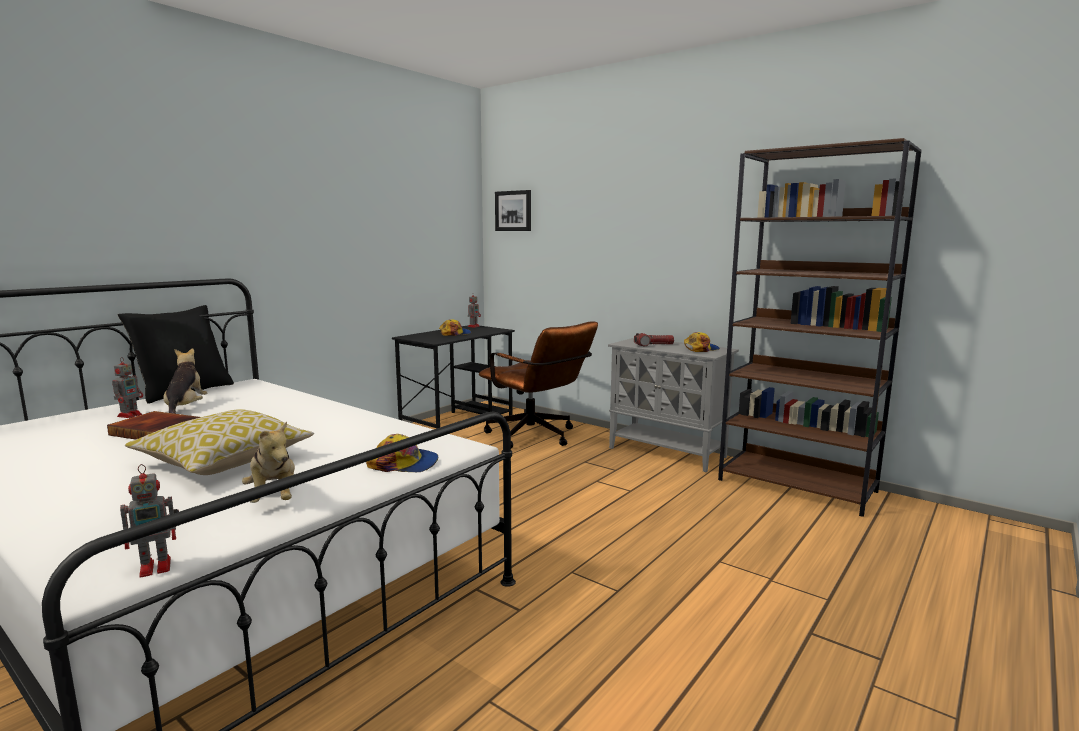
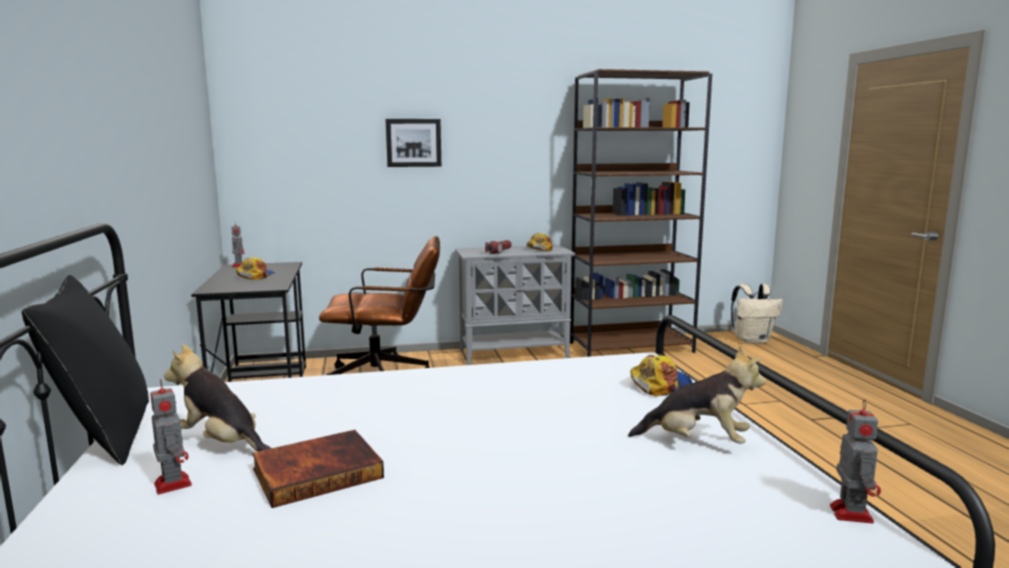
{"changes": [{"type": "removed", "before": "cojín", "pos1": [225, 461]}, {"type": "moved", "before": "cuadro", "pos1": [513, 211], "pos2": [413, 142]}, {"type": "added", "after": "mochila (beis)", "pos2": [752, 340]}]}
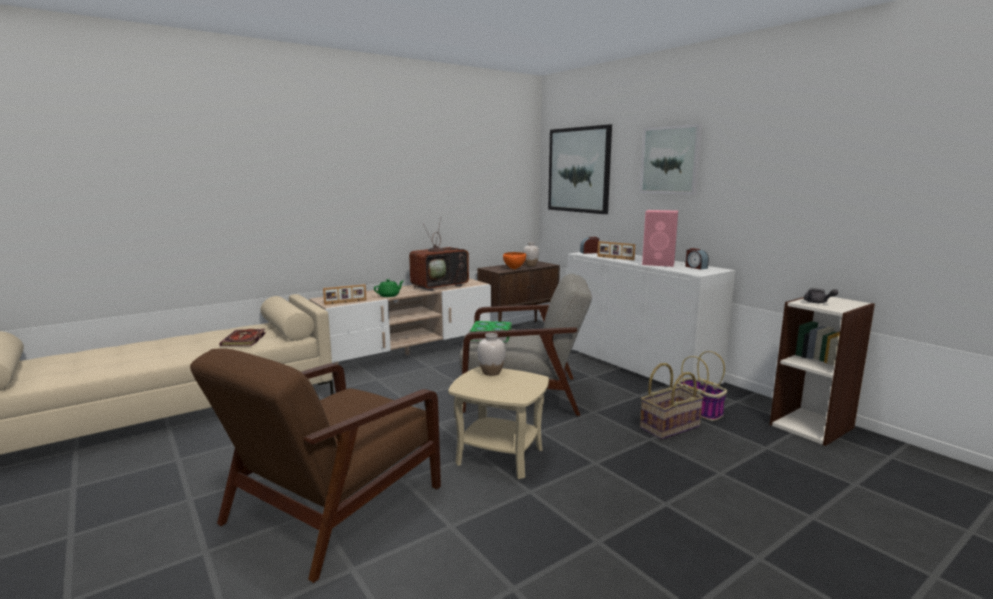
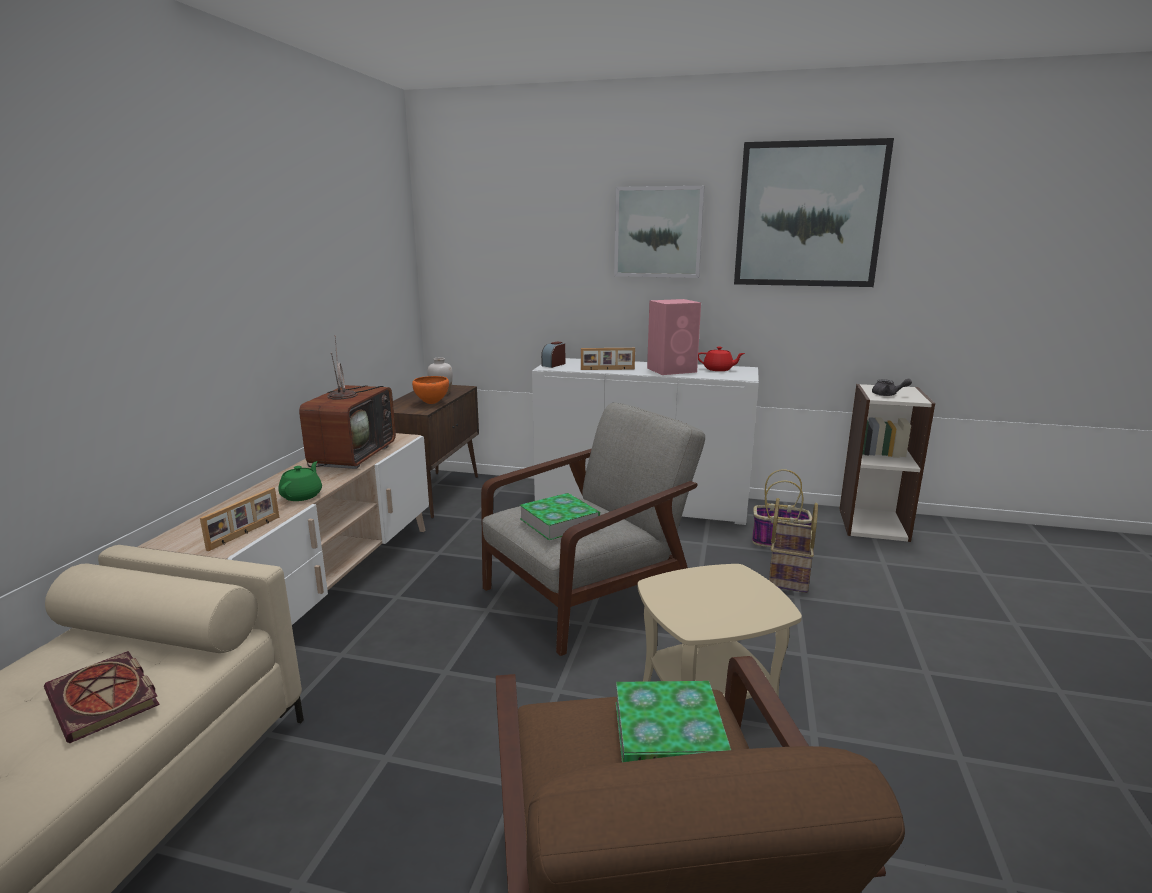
{"changes": [{"type": "removed", "before": "florero (blanco)", "pos1": [491, 372]}, {"type": "moved", "before": "cuadro", "pos1": [579, 170], "pos2": [808, 215]}, {"type": "replaced", "before": "despertador", "after": "tetera (rojo)", "pos1": [695, 267], "pos2": [718, 369]}, {"type": "added", "after": "libro", "pos2": [668, 737]}]}
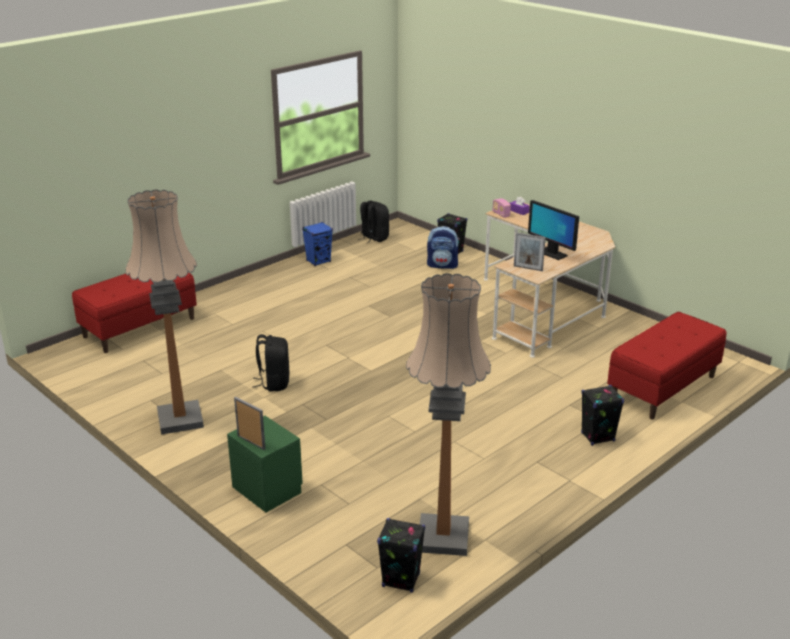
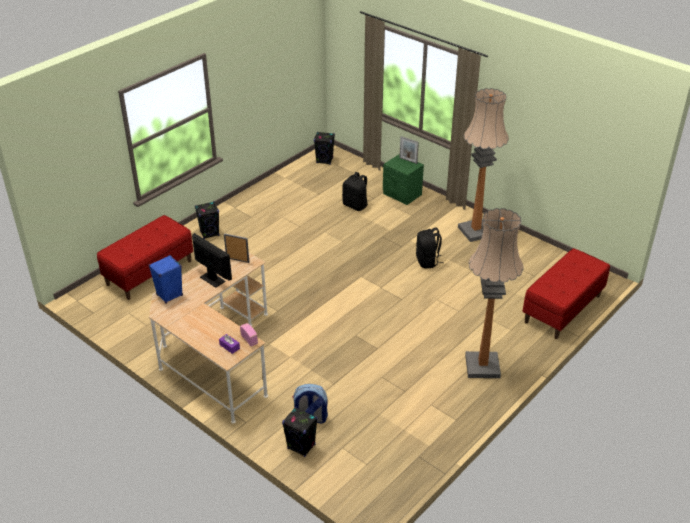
{"changes": [{"type": "moved", "before": "altavoz (azul)", "pos1": [318, 261], "pos2": [169, 295]}, {"type": "moved", "before": "mochila (negro)", "pos1": [373, 238], "pos2": [355, 205]}, {"type": "moved", "before": "lámpara de pie", "pos1": [443, 537], "pos2": [482, 366]}]}
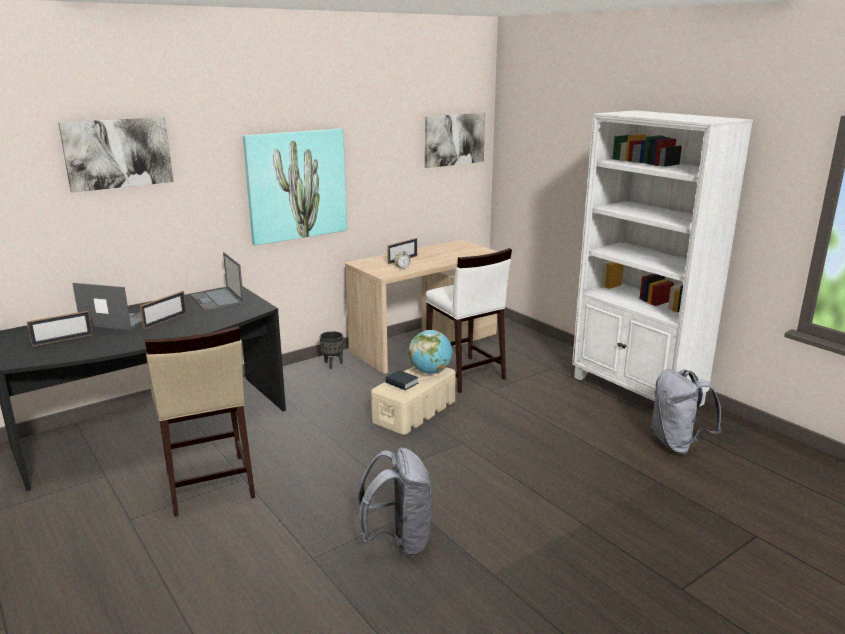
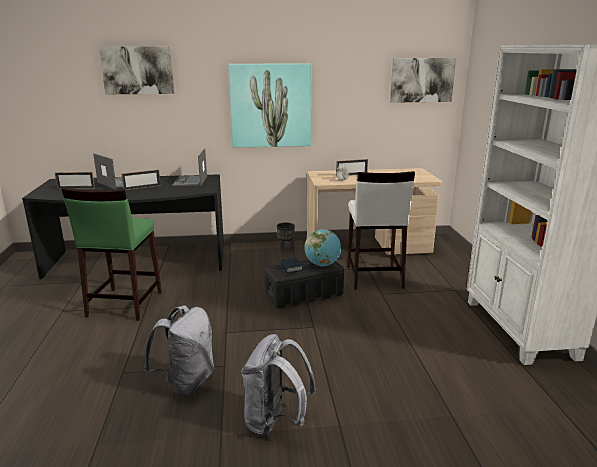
{"changes": [{"type": "recoloured", "before": "taburete (beis)", "after": "taburete (verde)", "pos1": [208, 485], "pos2": [124, 304]}, {"type": "recoloured", "before": "caja de almacenaje (beis)", "after": "caja de almacenaje (negro)", "pos1": [414, 412], "pos2": [303, 294]}, {"type": "moved", "before": "mochila (gris)", "pos1": [677, 444], "pos2": [275, 422]}]}
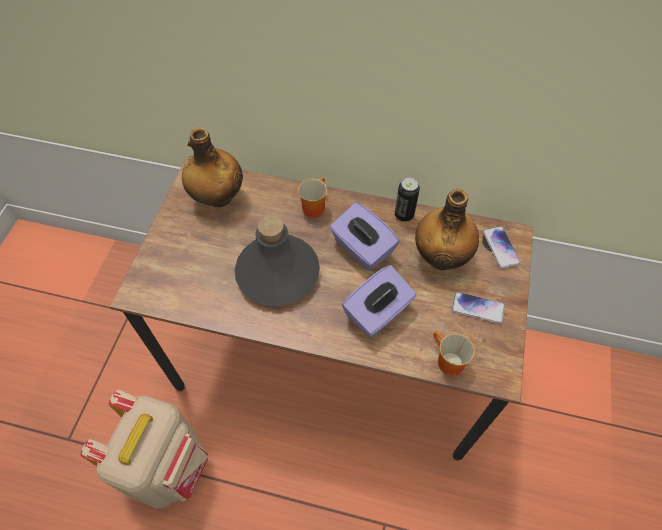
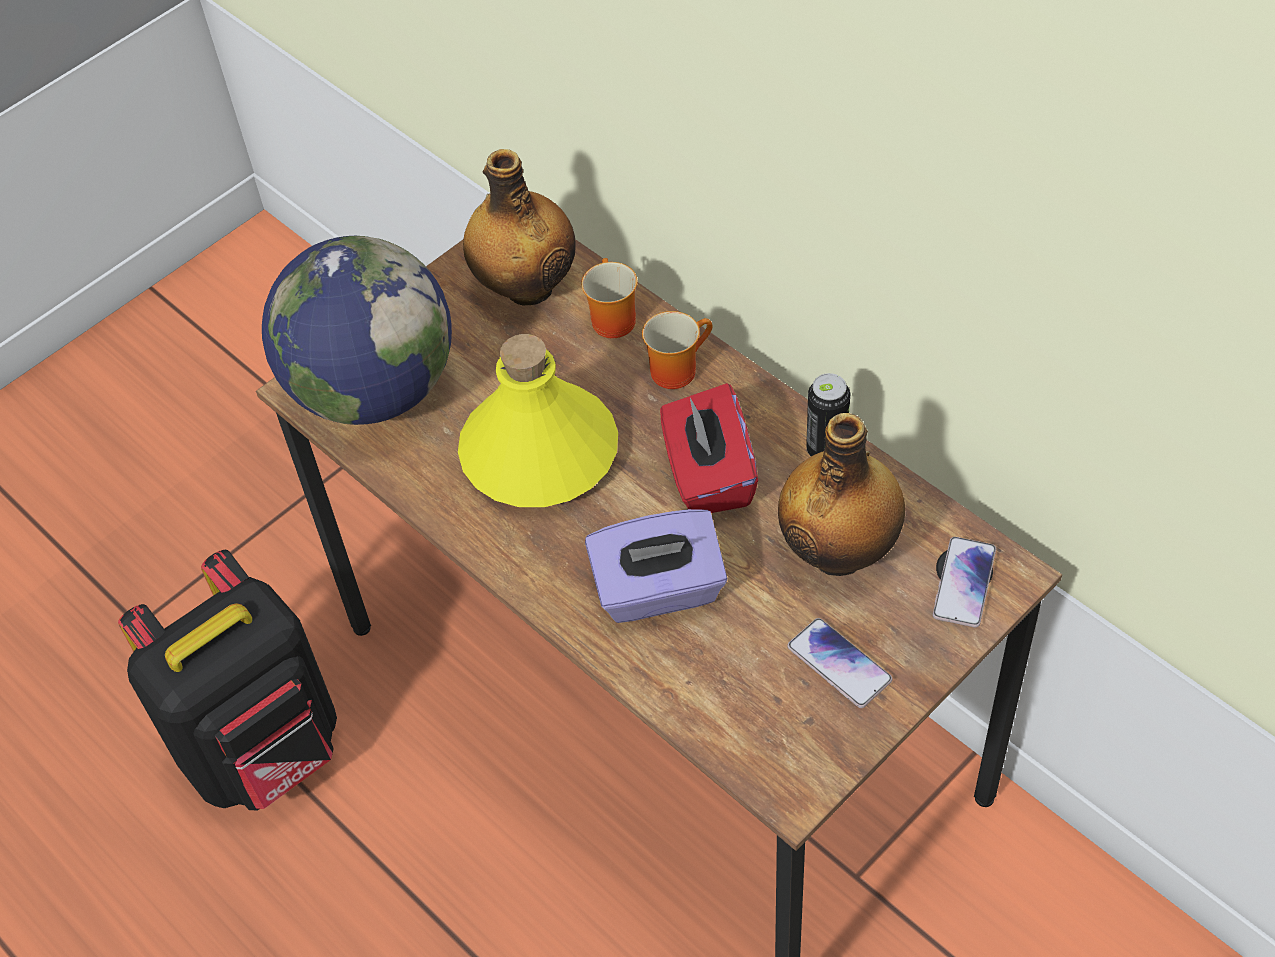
{"changes": [{"type": "recoloured", "before": "mochila (beis)", "after": "mochila (negro)", "pos1": [168, 467], "pos2": [266, 751]}, {"type": "recoloured", "before": "botella (gris)", "after": "botella (amarillo)", "pos1": [278, 273], "pos2": [541, 452]}, {"type": "recoloured", "before": "caja de pañuelos (morado)", "after": "caja de pañuelos (rojo)", "pos1": [362, 249], "pos2": [708, 475]}, {"type": "moved", "before": "taza grande", "pos1": [446, 361], "pos2": [609, 318]}, {"type": "added", "after": "globo terráqueo", "pos2": [373, 390]}]}
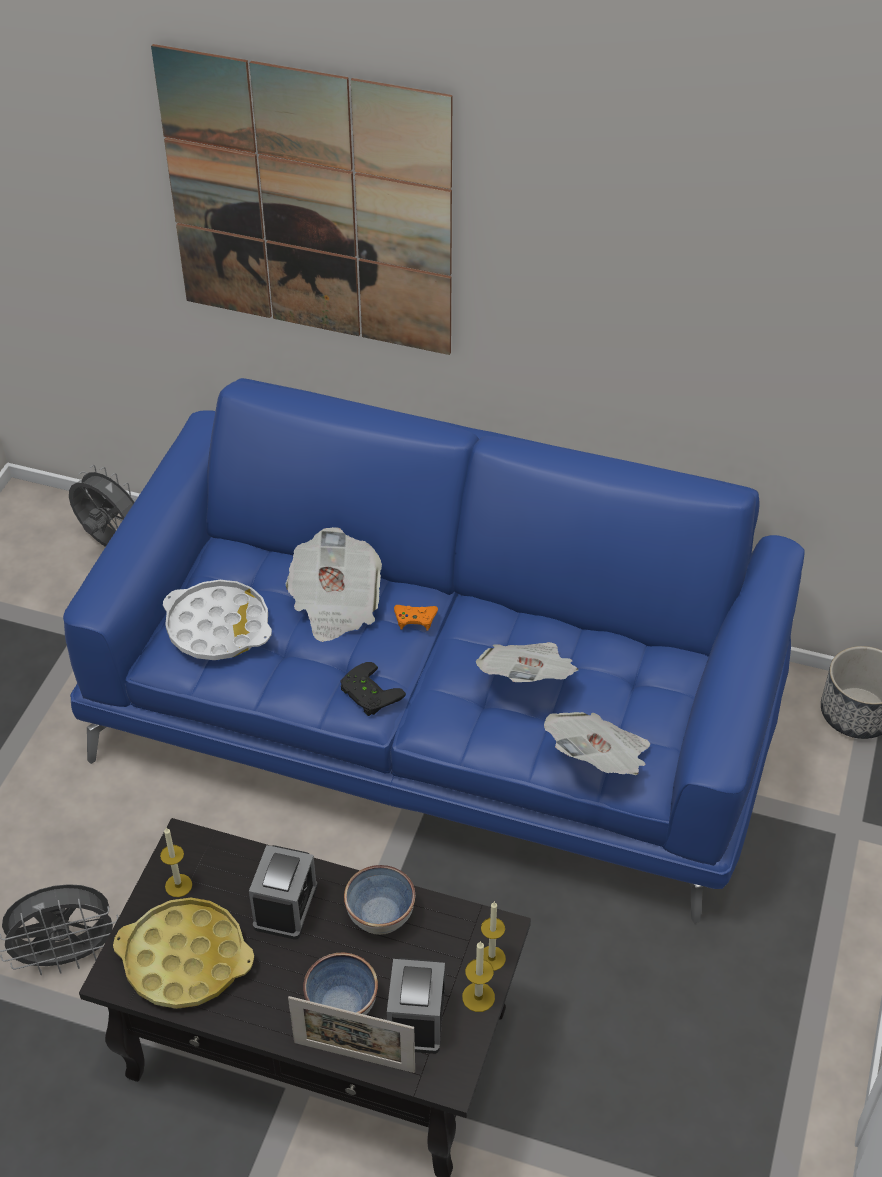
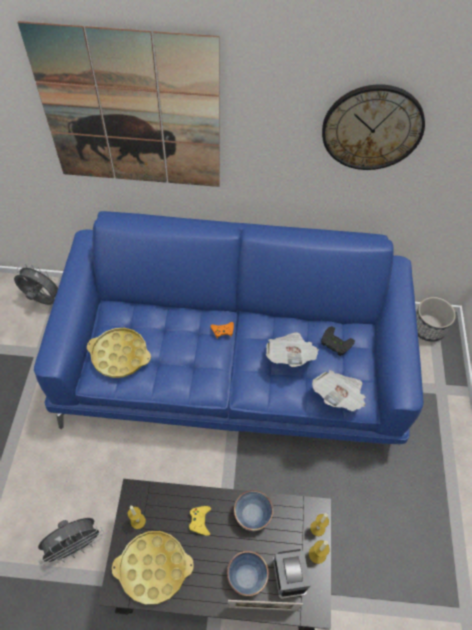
{"changes": [{"type": "recoloured", "before": "bandeja (blanco)", "after": "bandeja (amarillo)", "pos1": [218, 627], "pos2": [119, 355]}, {"type": "replaced", "before": "despertador", "after": "mando de consola (amarillo)", "pos1": [285, 906], "pos2": [200, 521]}, {"type": "removed", "before": "periódico", "pos1": [335, 604]}, {"type": "moved", "before": "mando de consola (negro)", "pos1": [367, 694], "pos2": [335, 344]}, {"type": "added", "after": "reloj de pared", "pos2": [372, 128]}]}
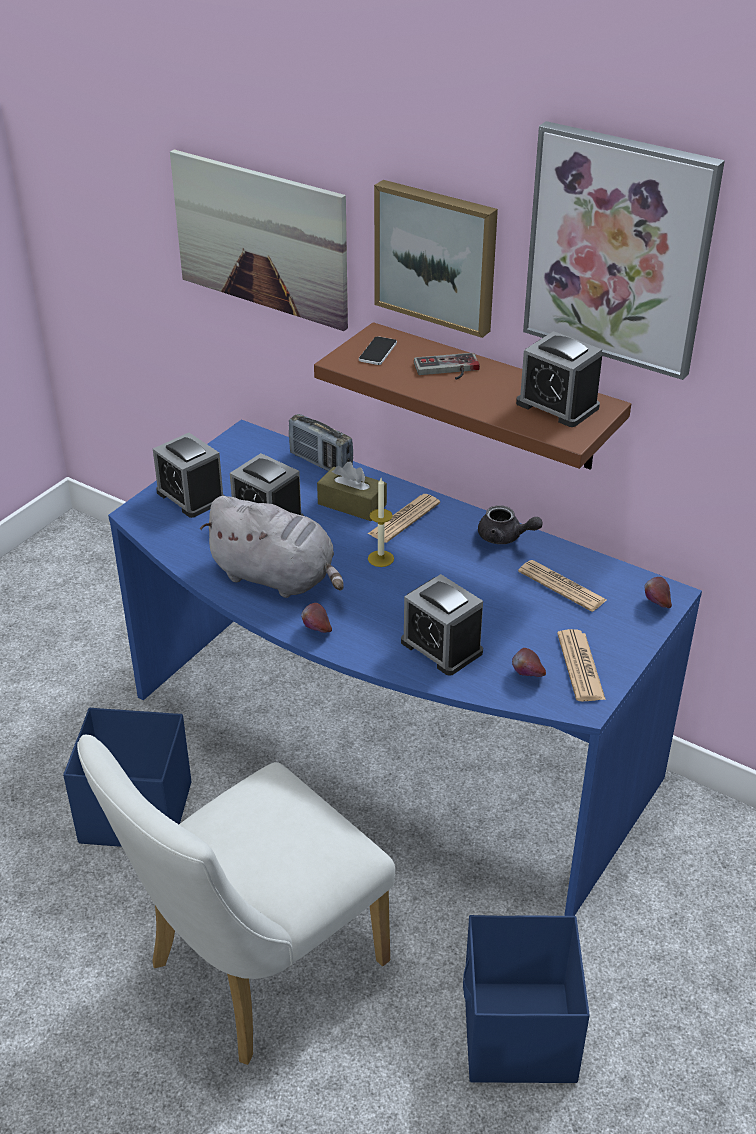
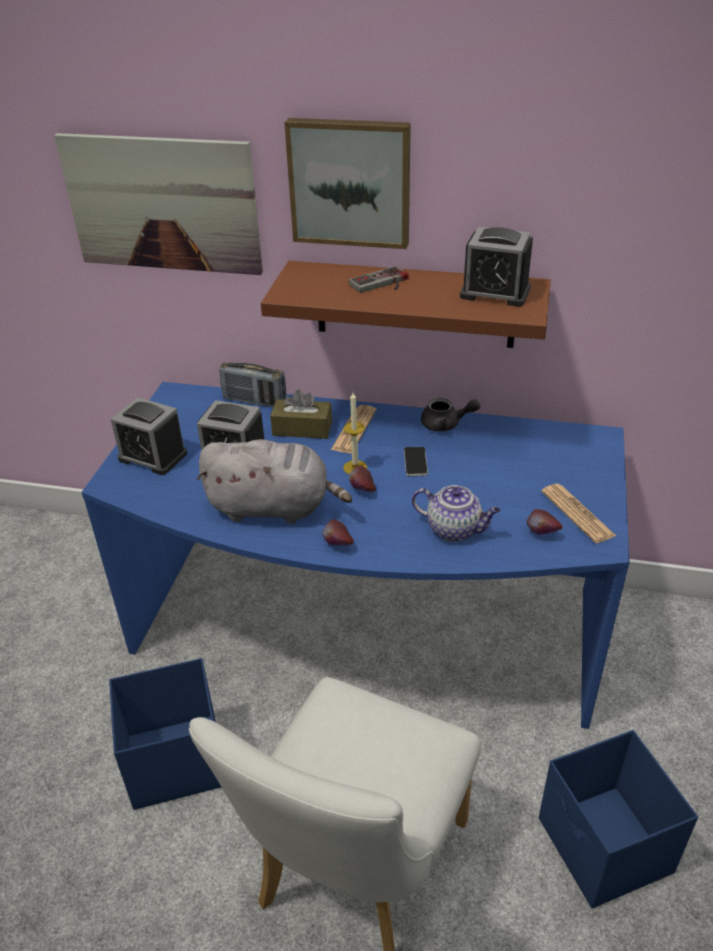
{"changes": [{"type": "moved", "before": "móvil", "pos1": [377, 351], "pos2": [415, 462]}, {"type": "replaced", "before": "despertador", "after": "tetera", "pos1": [441, 647], "pos2": [455, 529]}, {"type": "removed", "before": "periódico", "pos1": [562, 586]}, {"type": "removed", "before": "cuadro", "pos1": [619, 250]}, {"type": "moved", "before": "manzana", "pos1": [656, 605], "pos2": [362, 491]}]}
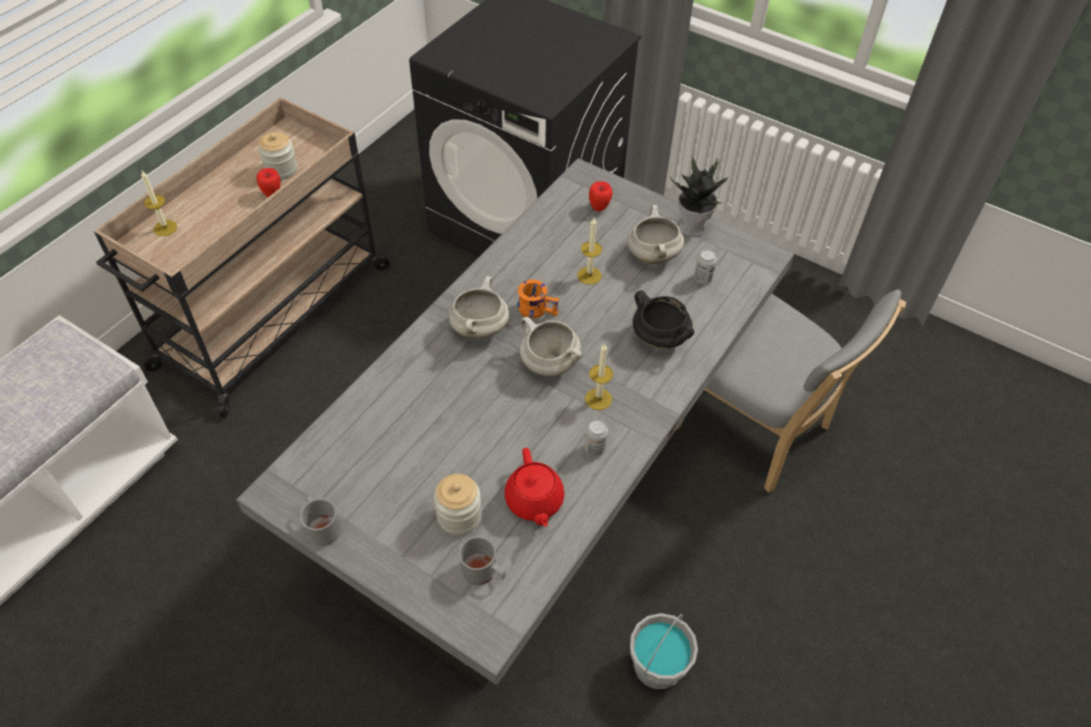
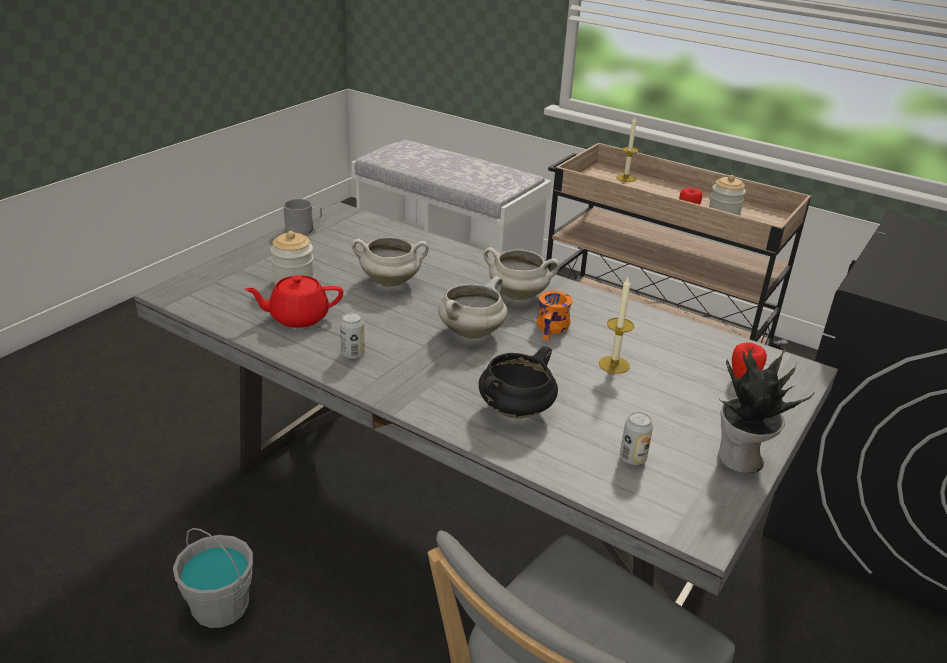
{"changes": [{"type": "removed", "before": "taza grande (gris)", "pos1": [484, 572]}, {"type": "removed", "before": "vela", "pos1": [598, 399]}, {"type": "moved", "before": "olla (blanco)", "pos1": [652, 255], "pos2": [391, 281]}]}
